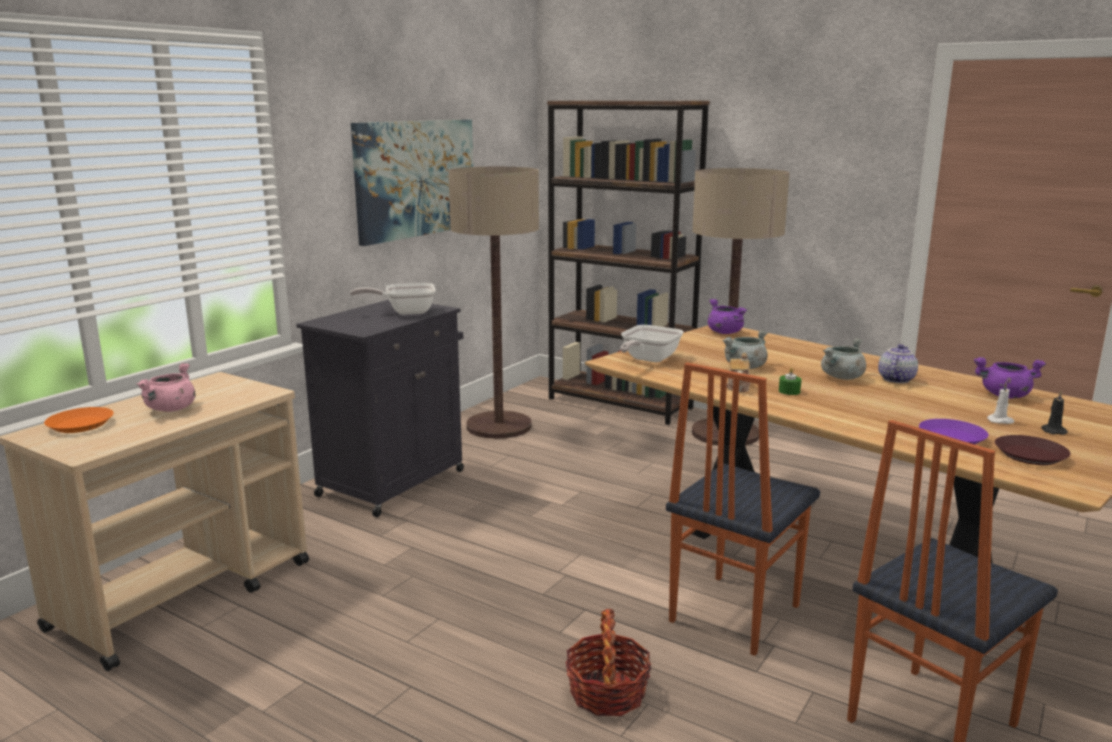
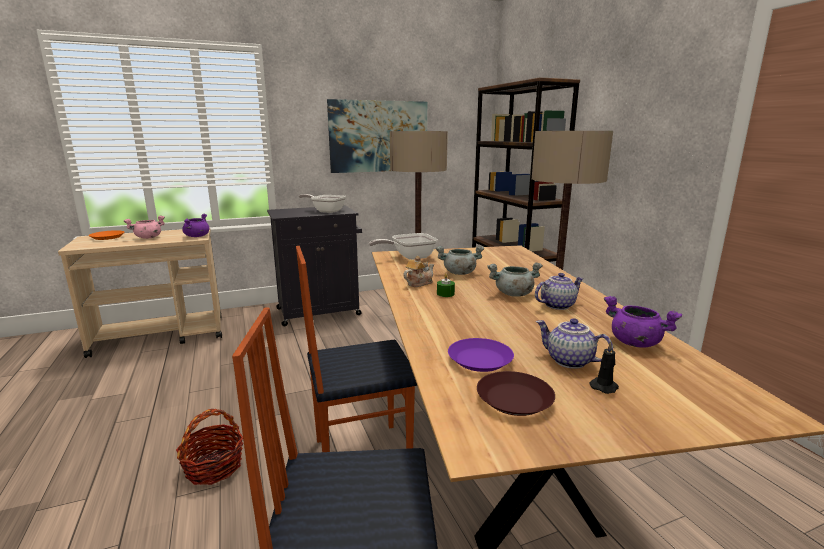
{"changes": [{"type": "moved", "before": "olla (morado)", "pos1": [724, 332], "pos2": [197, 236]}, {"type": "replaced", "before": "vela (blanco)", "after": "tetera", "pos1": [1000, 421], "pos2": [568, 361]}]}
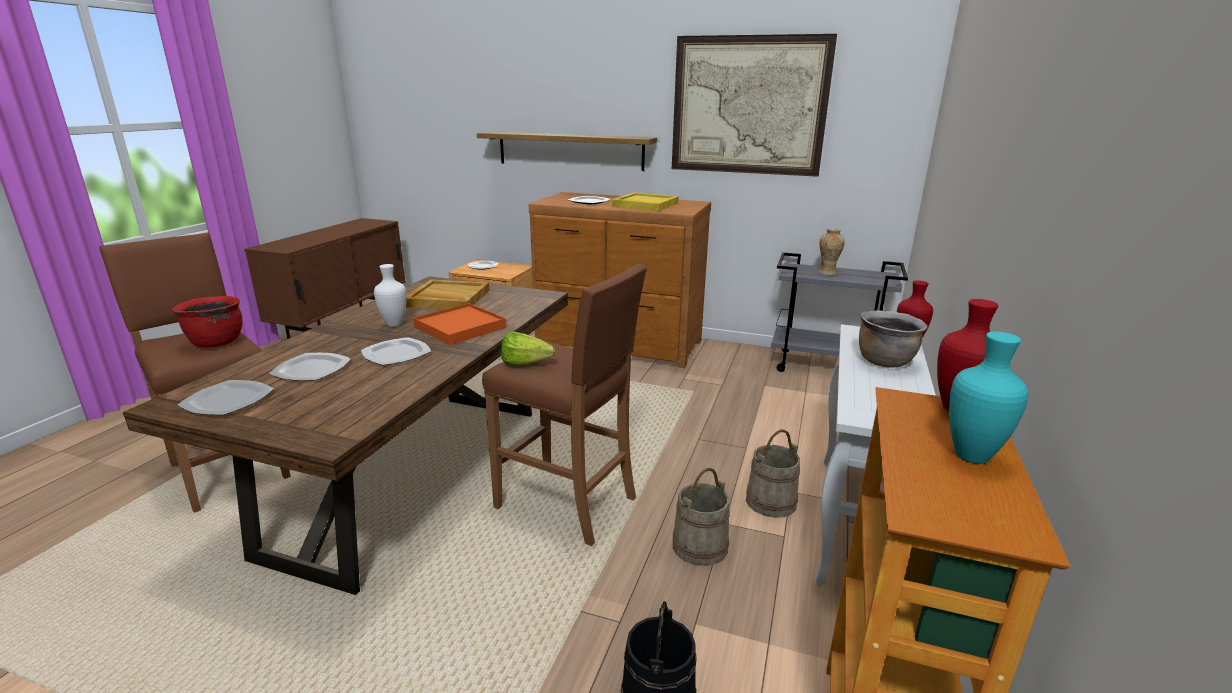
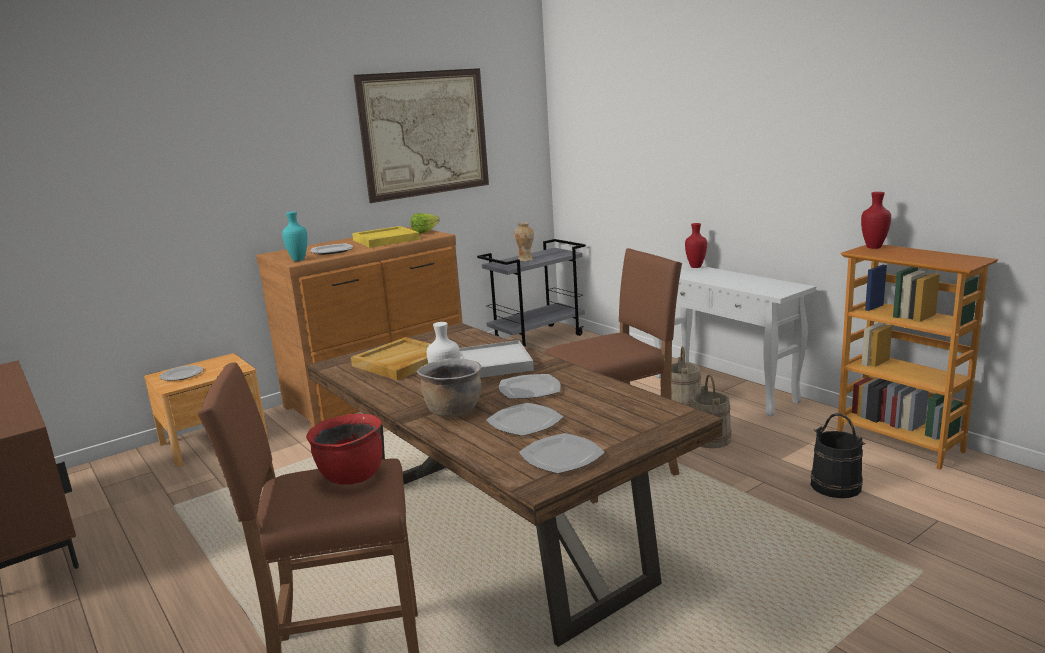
{"changes": [{"type": "recoloured", "before": "bandeja (naranja)", "after": "bandeja (blanco)", "pos1": [460, 327], "pos2": [494, 364]}, {"type": "removed", "before": "estante", "pos1": [570, 150]}, {"type": "moved", "before": "lechuga", "pos1": [529, 364], "pos2": [427, 231]}, {"type": "moved", "before": "olla (marrón)", "pos1": [884, 361], "pos2": [453, 411]}, {"type": "moved", "before": "florero (turquesa)", "pos1": [972, 455], "pos2": [298, 260]}]}
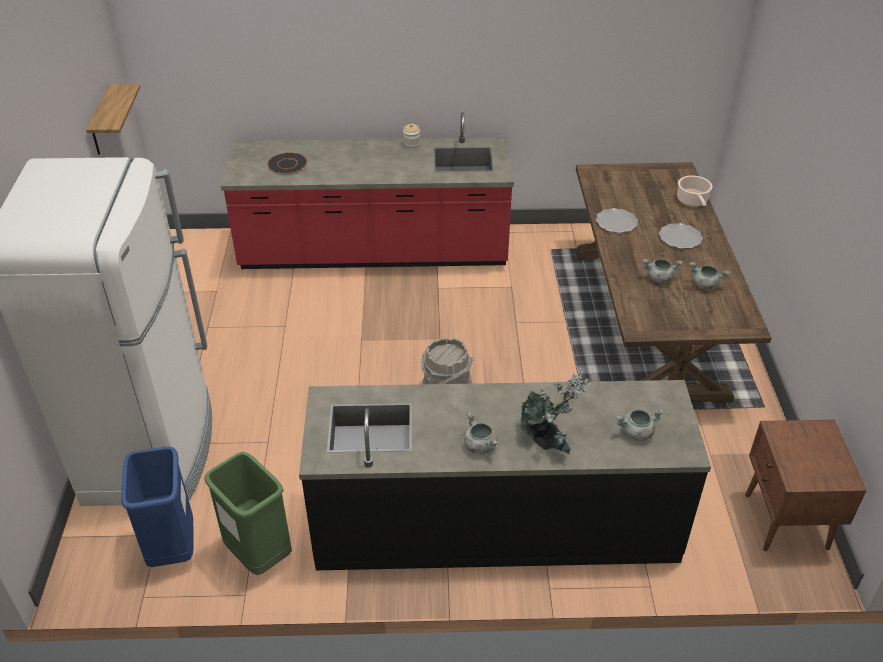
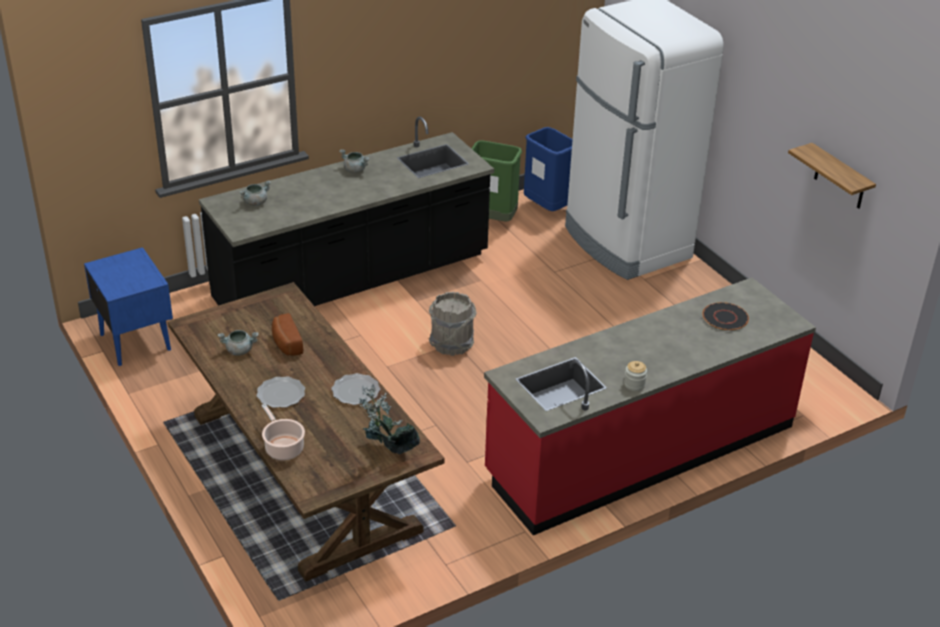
{"changes": [{"type": "moved", "before": "planta en maceta", "pos1": [548, 441], "pos2": [387, 451]}, {"type": "replaced", "before": "olla (gris)", "after": "pan", "pos1": [659, 278], "pos2": [285, 343]}, {"type": "recoloured", "before": "mesita de noche (marrón)", "after": "mesita de noche (azul)", "pos1": [786, 522], "pos2": [135, 341]}]}
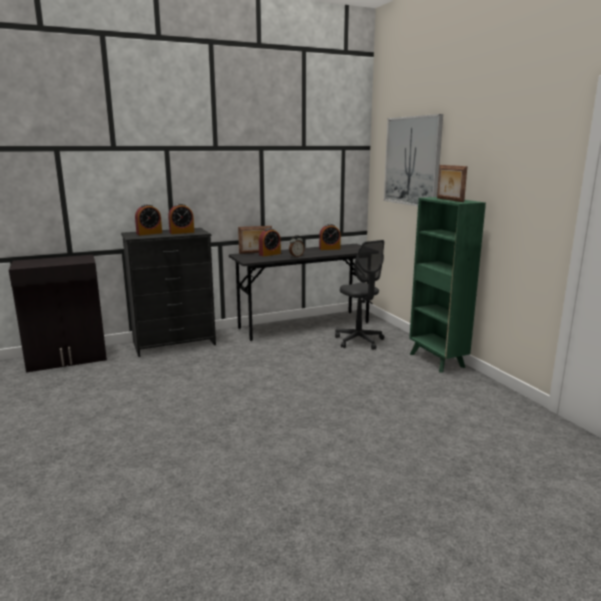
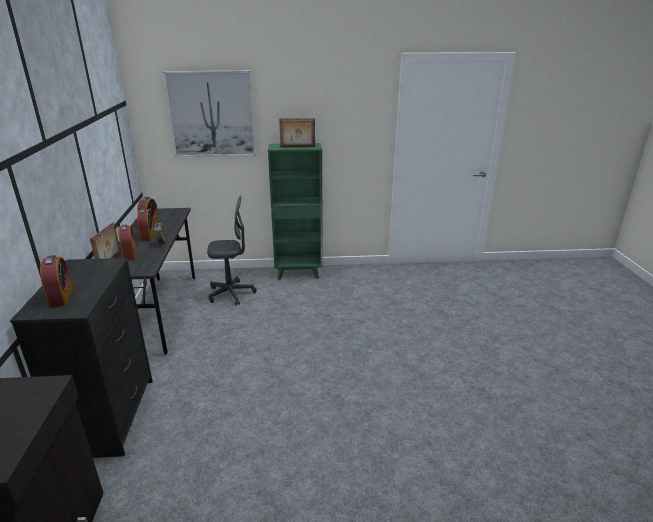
{"changes": [{"type": "moved", "before": "despertador", "pos1": [182, 232], "pos2": [148, 236]}]}
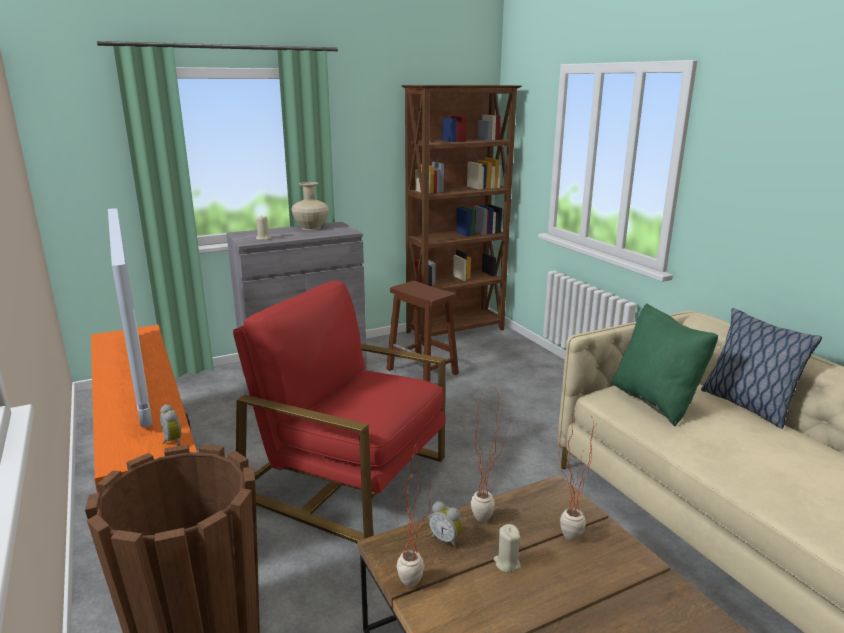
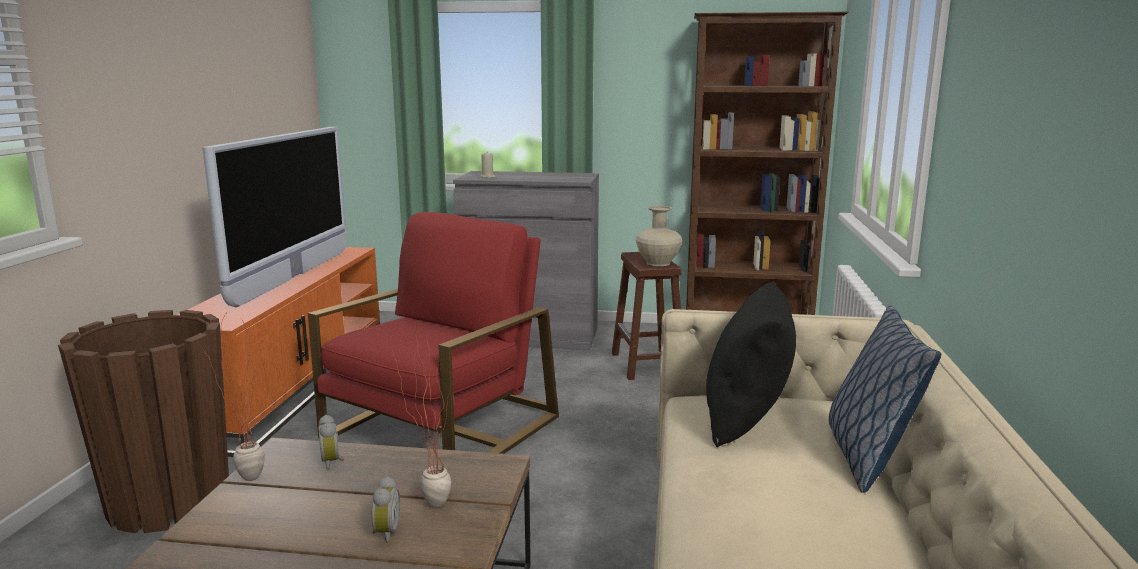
{"changes": [{"type": "moved", "before": "despertador", "pos1": [171, 441], "pos2": [385, 533]}, {"type": "turned", "before": "sillón (rojo)", "pos1": [348, 476], "pos2": [441, 428], "turn": 60}, {"type": "moved", "before": "florero (beis)", "pos1": [310, 228], "pos2": [657, 263]}, {"type": "removed", "before": "planta en maceta", "pos1": [489, 518]}, {"type": "removed", "before": "vela (beis)", "pos1": [507, 563]}, {"type": "recoloured", "before": "cojín (verde)", "after": "cojín (negro)", "pos1": [655, 401], "pos2": [746, 420]}]}
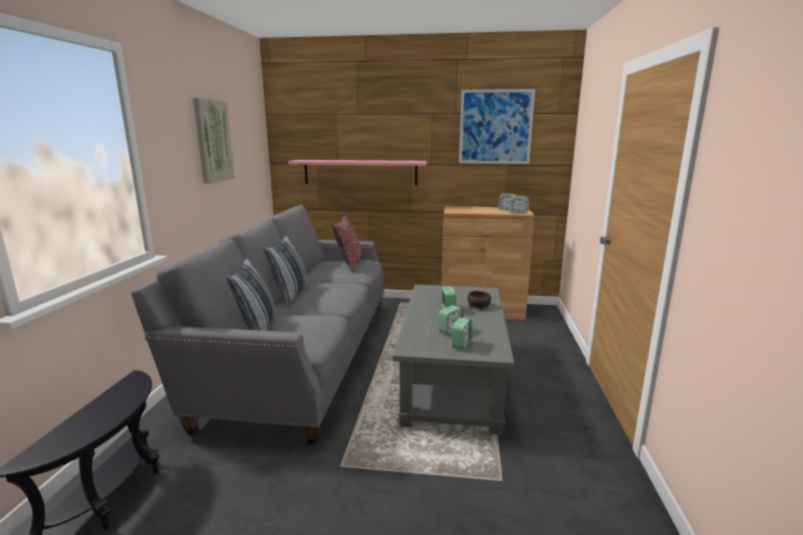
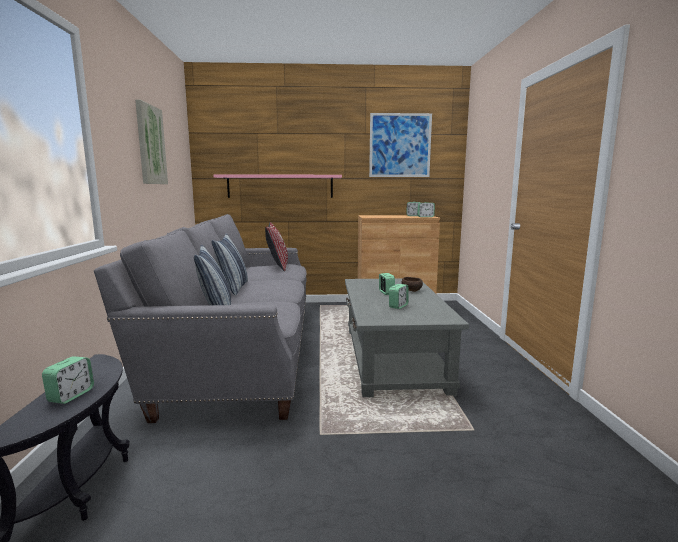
{"changes": [{"type": "moved", "before": "despertador", "pos1": [461, 344], "pos2": [71, 395]}]}
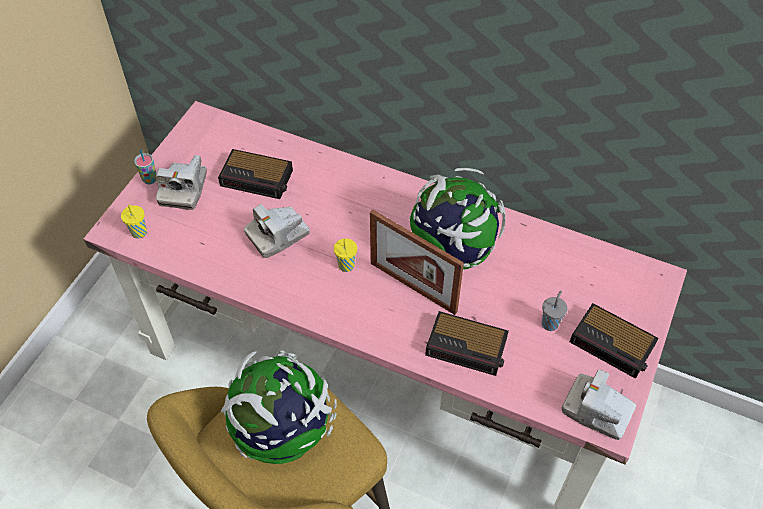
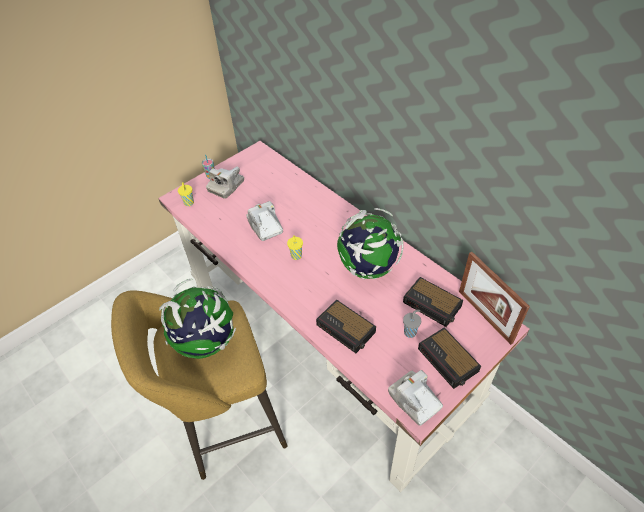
{"changes": [{"type": "moved", "before": "despertador", "pos1": [258, 178], "pos2": [433, 305]}, {"type": "turned", "before": "cámara", "pos1": [278, 235], "pos2": [265, 226], "turn": 75}, {"type": "moved", "before": "portarretratos", "pos1": [413, 287], "pos2": [485, 316]}]}
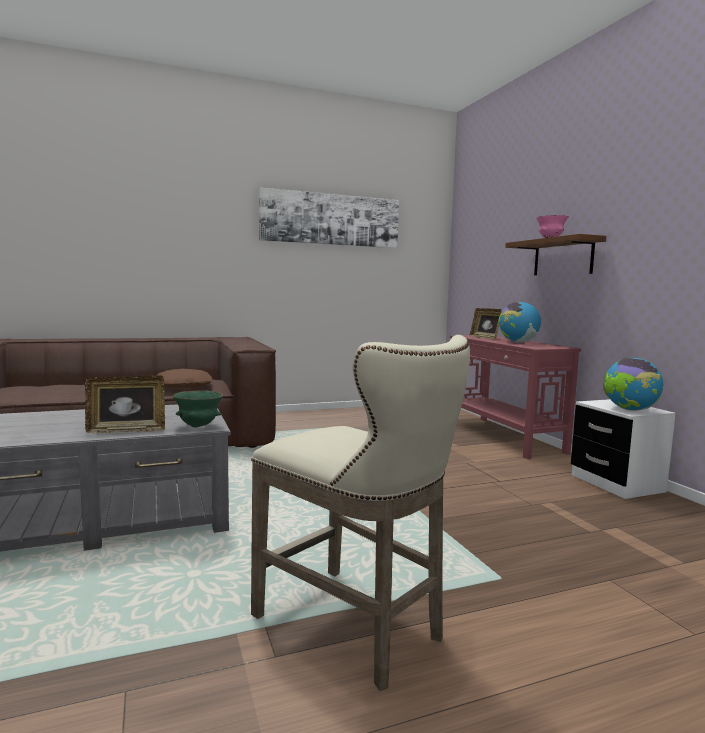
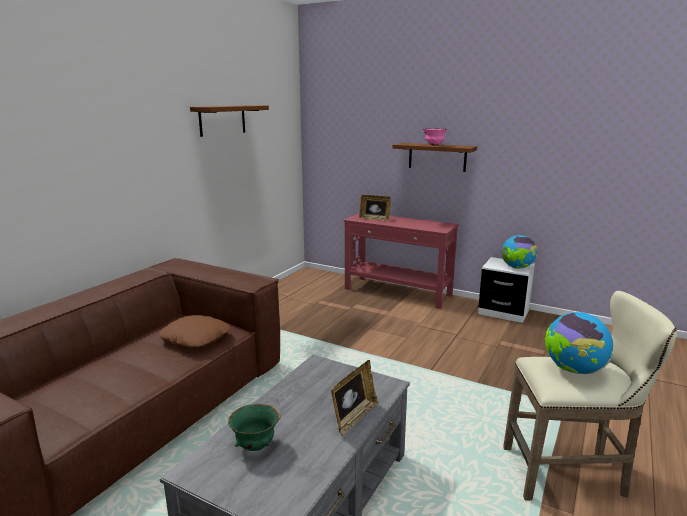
{"changes": [{"type": "moved", "before": "cuenco (verde)", "pos1": [198, 426], "pos2": [256, 446]}, {"type": "replaced", "before": "cuadro", "after": "estante (marrón)", "pos1": [331, 219], "pos2": [222, 120]}, {"type": "moved", "before": "globo terráqueo", "pos1": [518, 342], "pos2": [573, 370]}]}
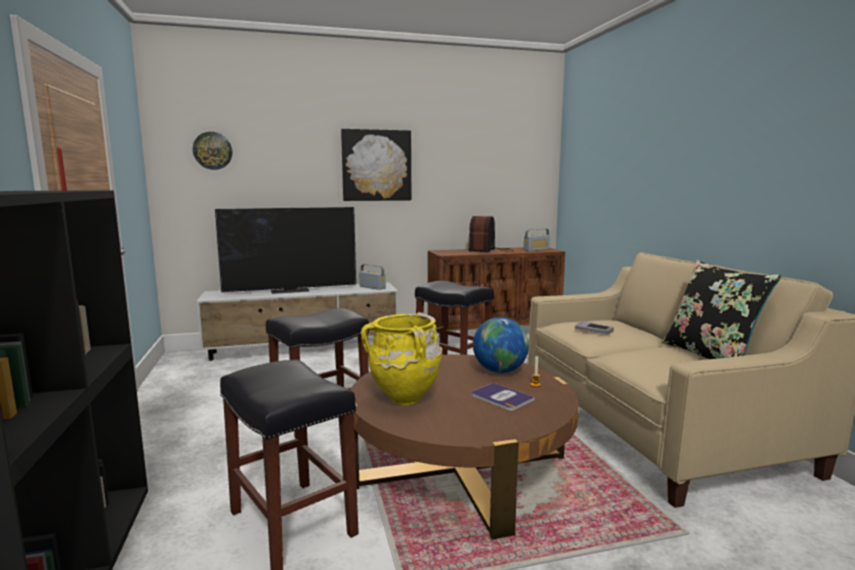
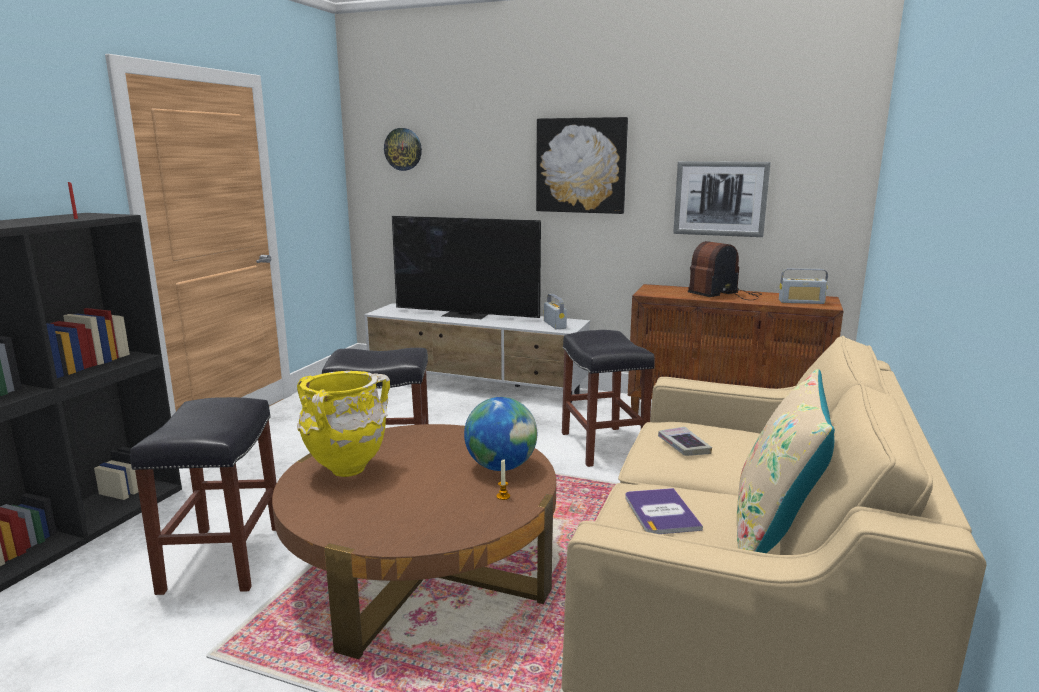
{"changes": [{"type": "moved", "before": "libro", "pos1": [501, 397], "pos2": [661, 512]}, {"type": "recoloured", "before": "cojín (negro)", "after": "cojín (beis)", "pos1": [710, 356], "pos2": [774, 534]}, {"type": "added", "after": "cuadro", "pos2": [720, 198]}]}
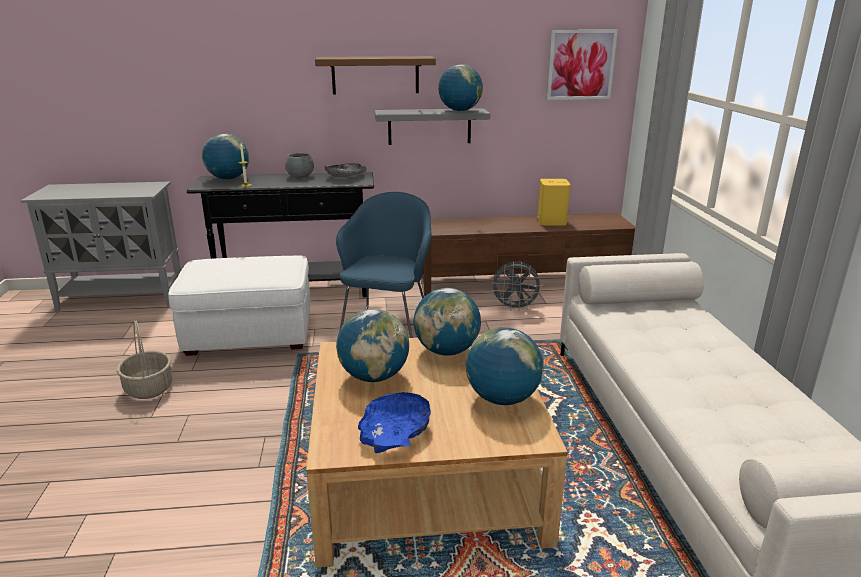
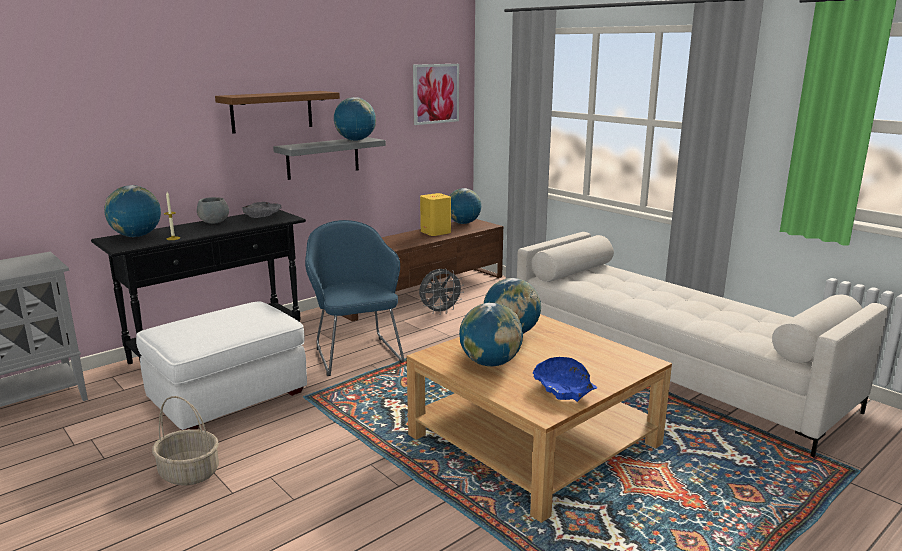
{"changes": [{"type": "moved", "before": "globo terráqueo", "pos1": [502, 399], "pos2": [463, 223]}]}
